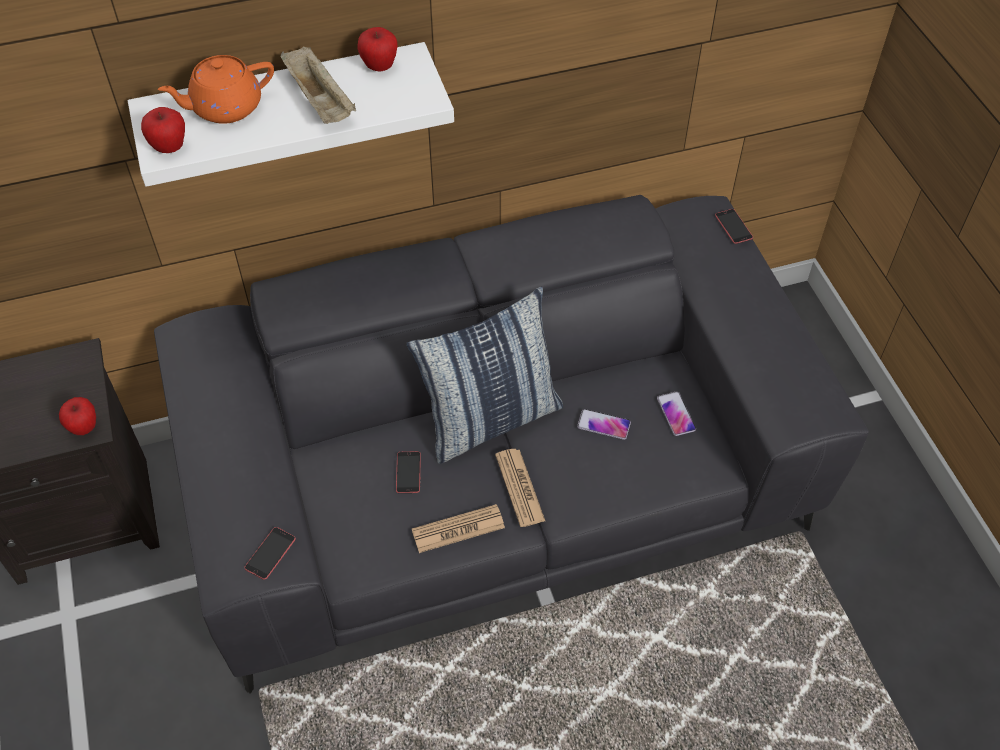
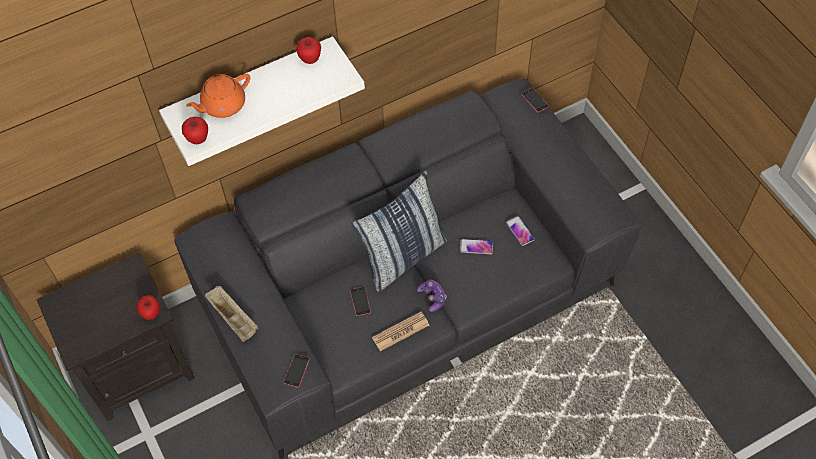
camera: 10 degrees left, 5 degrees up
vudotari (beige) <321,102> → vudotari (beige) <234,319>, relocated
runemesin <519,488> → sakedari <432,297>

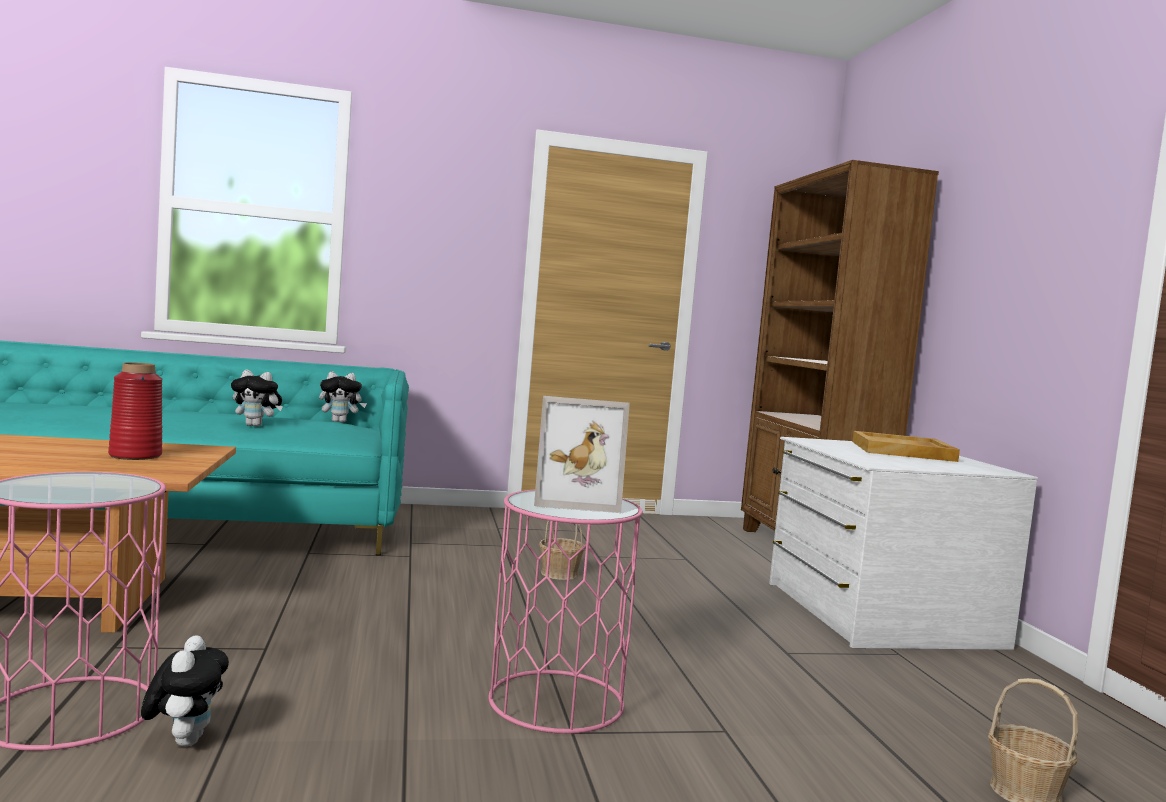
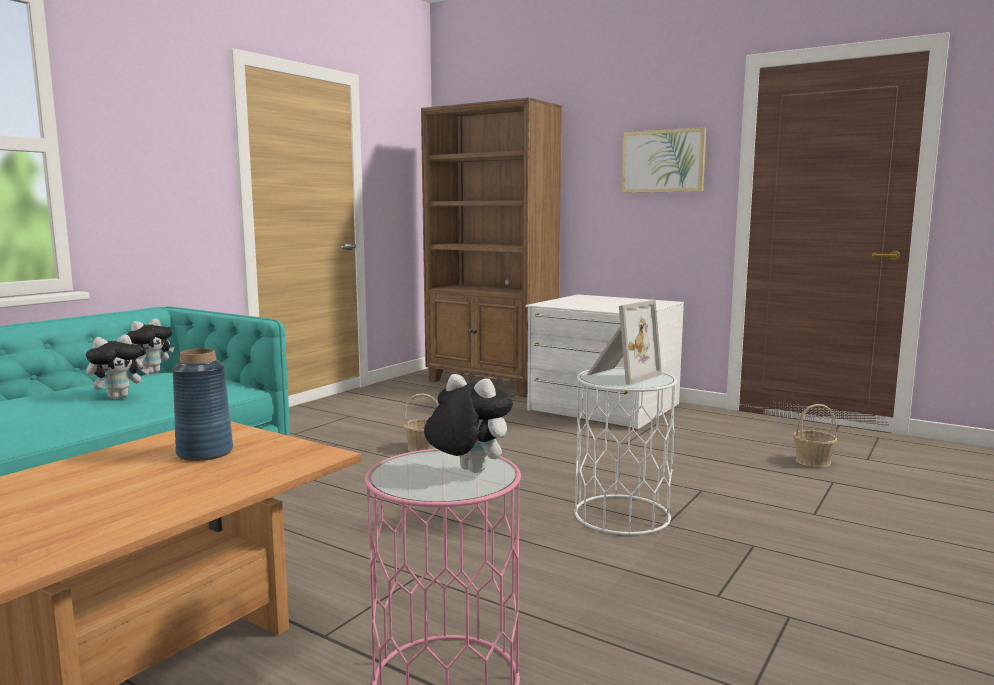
camera: 45 degrees left, 5 degrees up
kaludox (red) <135,456> → kaludox (blue) <204,452>
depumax <184,740> → depumax <467,471>, relocated
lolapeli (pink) <556,701> → lolapeli (white) <621,514>
- → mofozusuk <663,161>
vudotari (beige) <903,451> → -

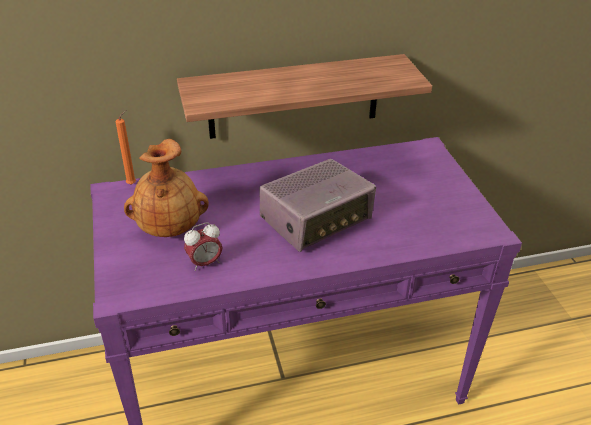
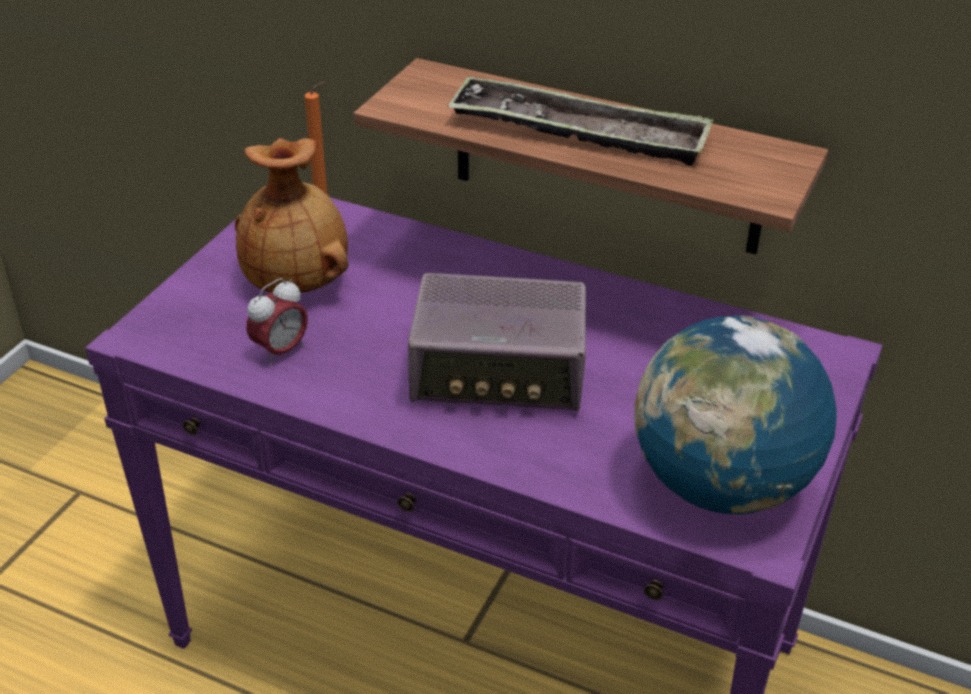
camera: 40 degrees right, 0 degrees up
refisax <205,263> → refisax <281,351>, 60 degrees counterclockwise
- → vudotari <578,133>
- → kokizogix <721,485>

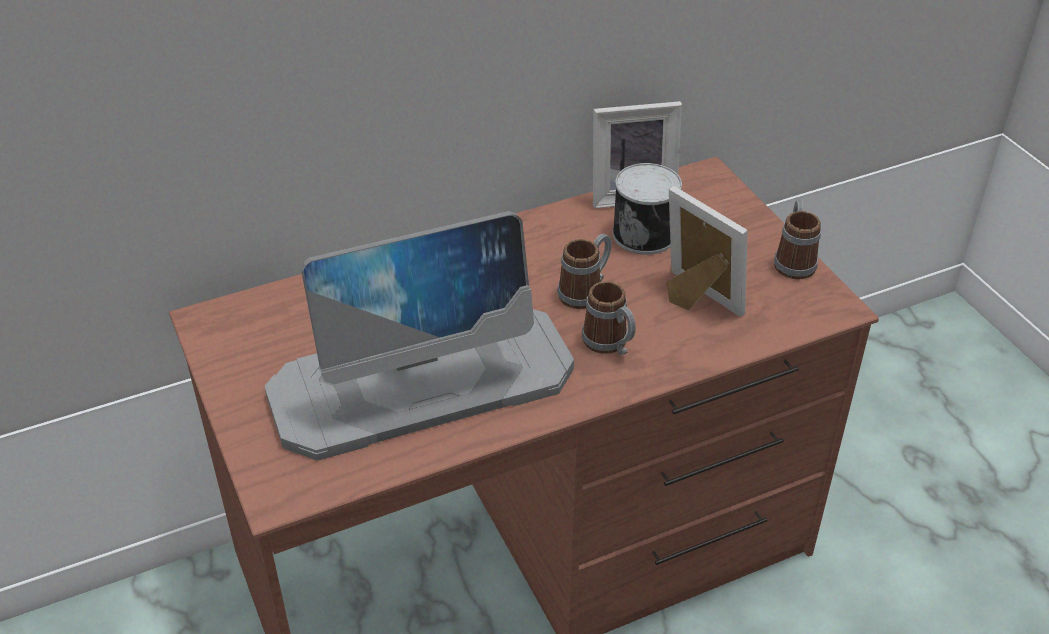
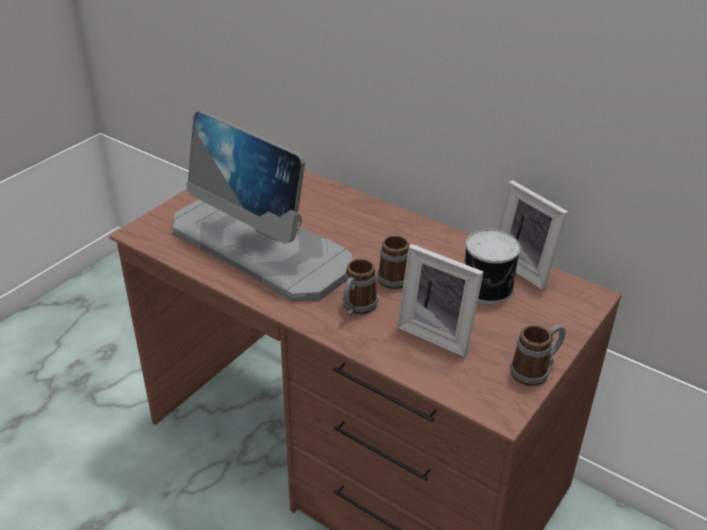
camera: 60 degrees right, 5 degrees down
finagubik <695,300> → finagubik <438,333>, 105 degrees clockwise

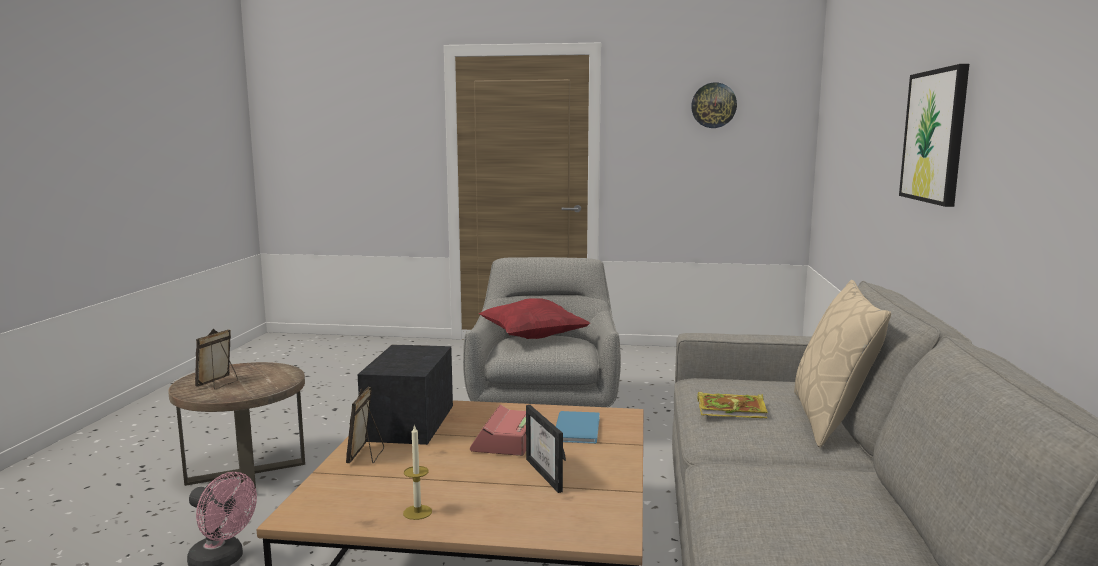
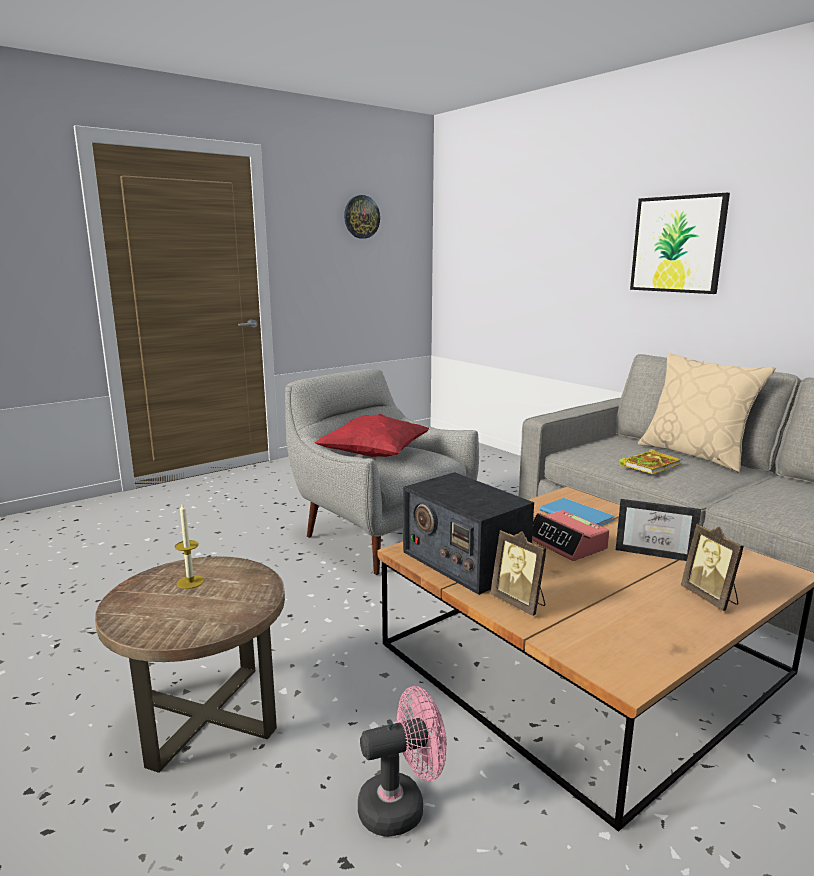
camera: 45 degrees left, 5 degrees up
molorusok <417,512> → molorusok <190,582>, relocated
finagubik <219,384> → finagubik <710,598>, relocated

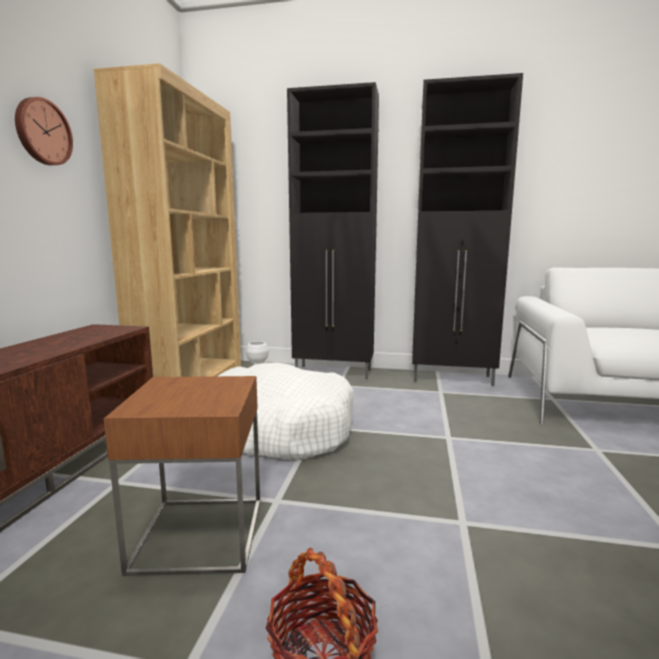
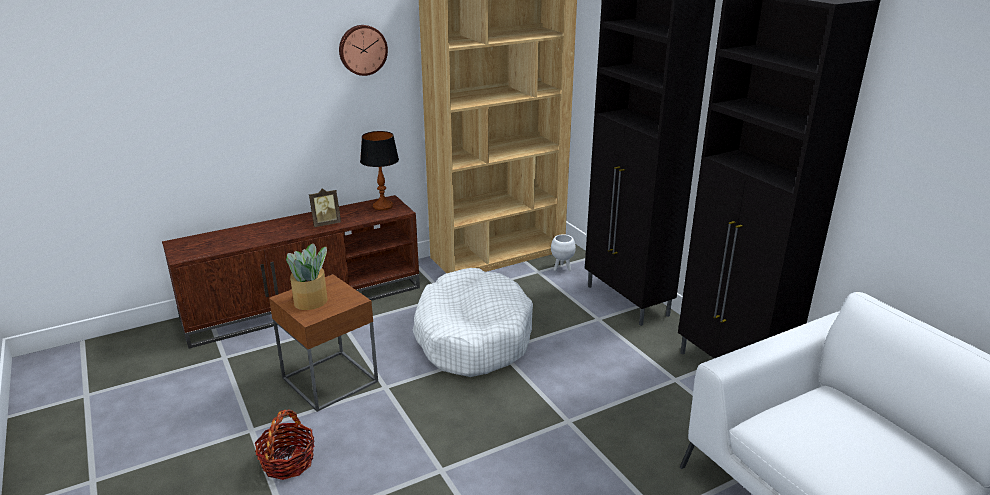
camera: 50 degrees right, 15 degrees up
- → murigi <311,301>
- → finagubik <326,224>
- → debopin <383,206>

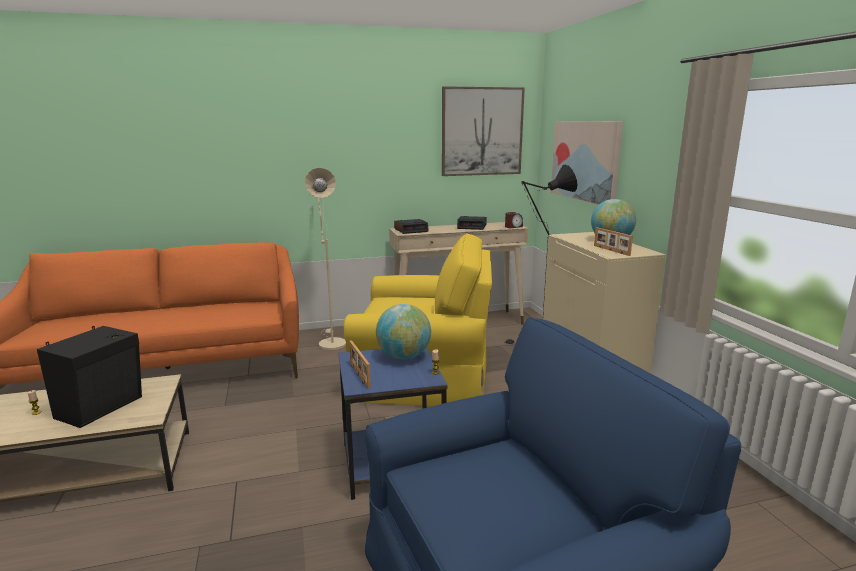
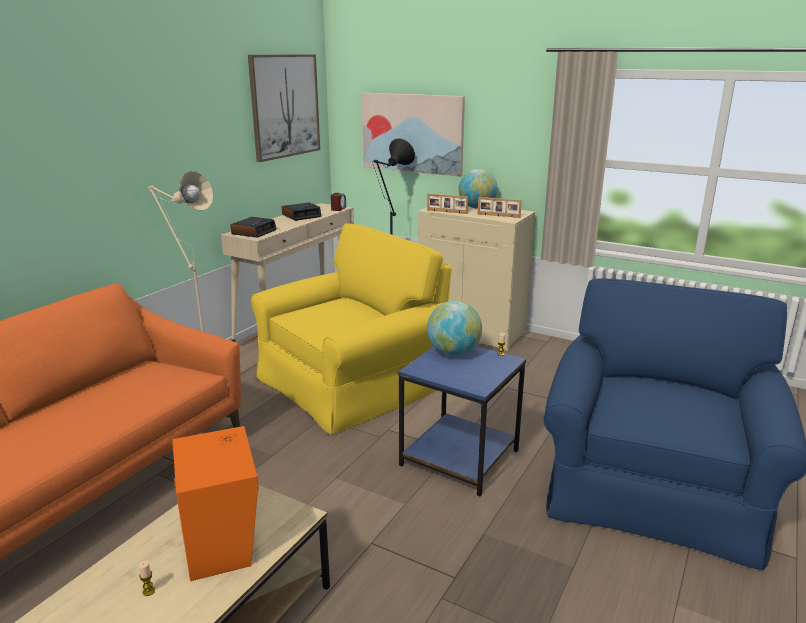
camera: 45 degrees left, 5 degrees up
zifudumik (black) <103,407> → zifudumik (orange) <222,539>
finagubik <359,375> → finagubik <447,212>, relocated

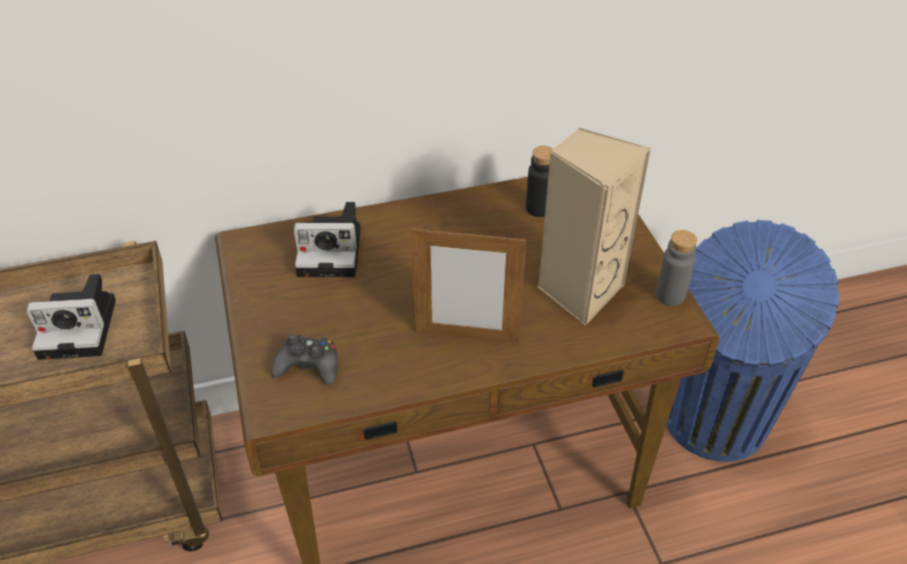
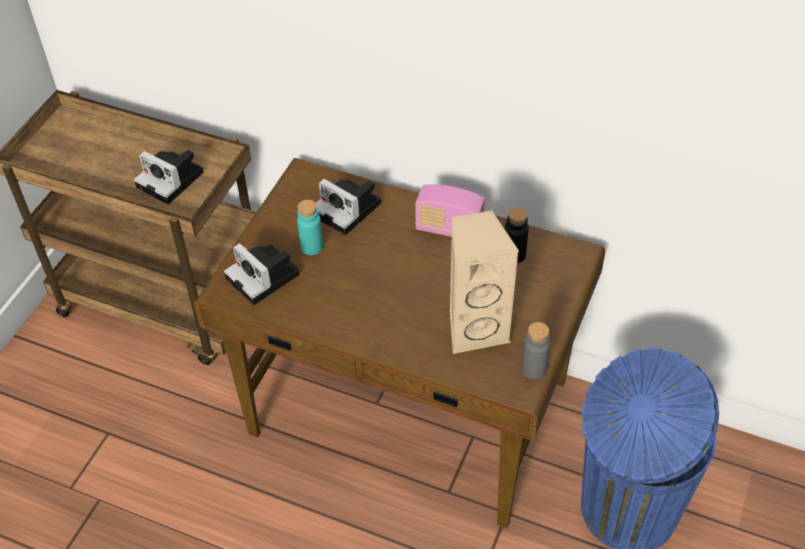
camera: 40 degrees right, 5 degrees up
sakedari (black) <308,366> → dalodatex <265,277>
- → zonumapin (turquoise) <312,246>
- → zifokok <449,229>
finagubik <466,337> → -

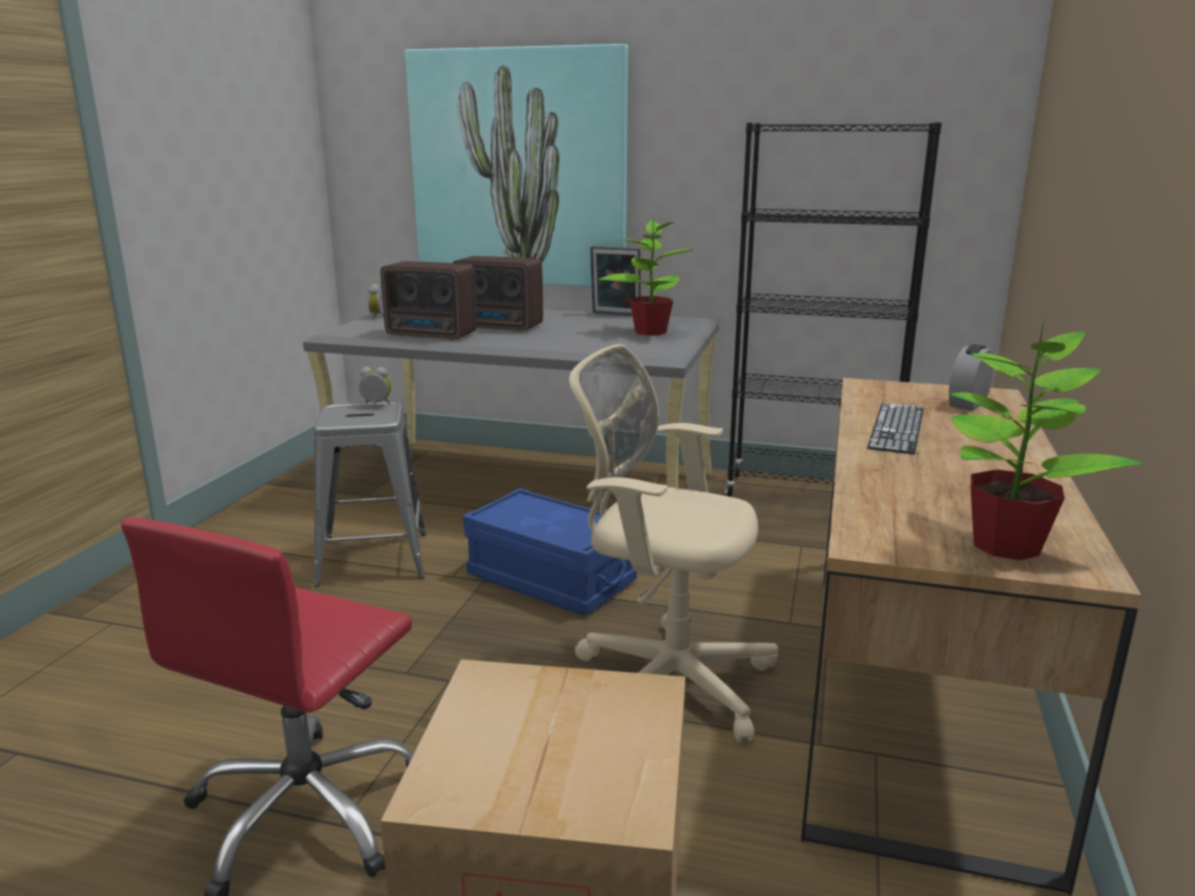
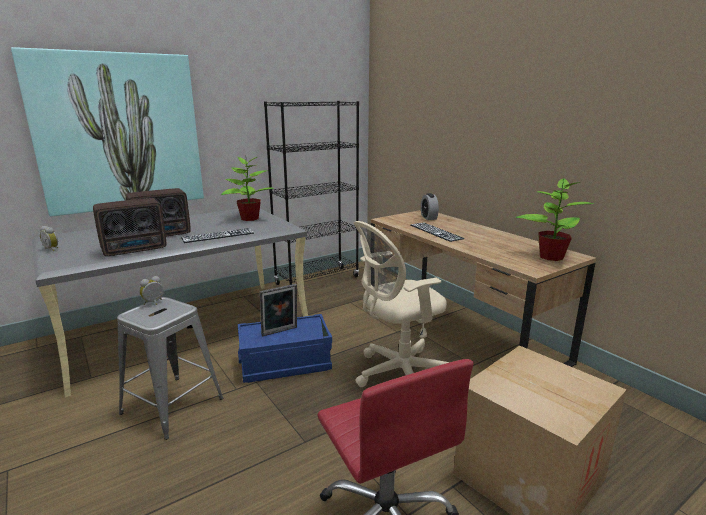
camera: 50 degrees left, 0 degrees up
- → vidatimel <218,235>
finagubik <615,314> → finagubik <280,332>, relocated

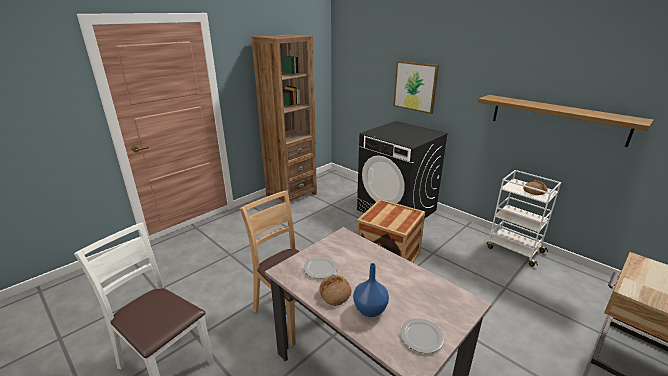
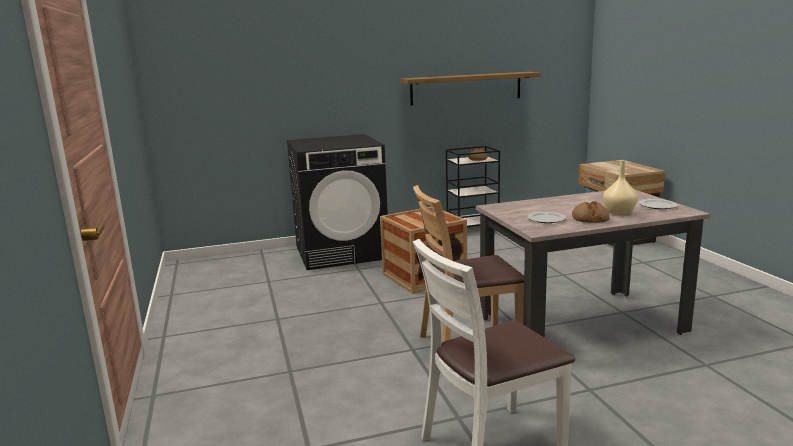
camera: 60 degrees left, 10 degrees down
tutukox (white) <513,249> → tutukox (black) <473,229>
kaludox (blue) <369,310> → kaludox (beige) <619,213>
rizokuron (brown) <291,195> → -
mofozusuk <415,86> → -

